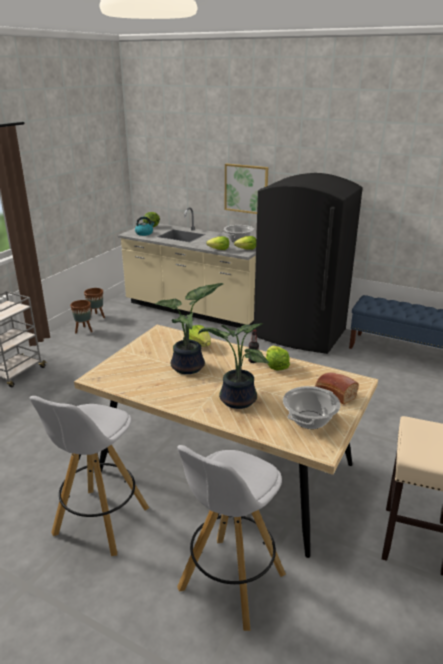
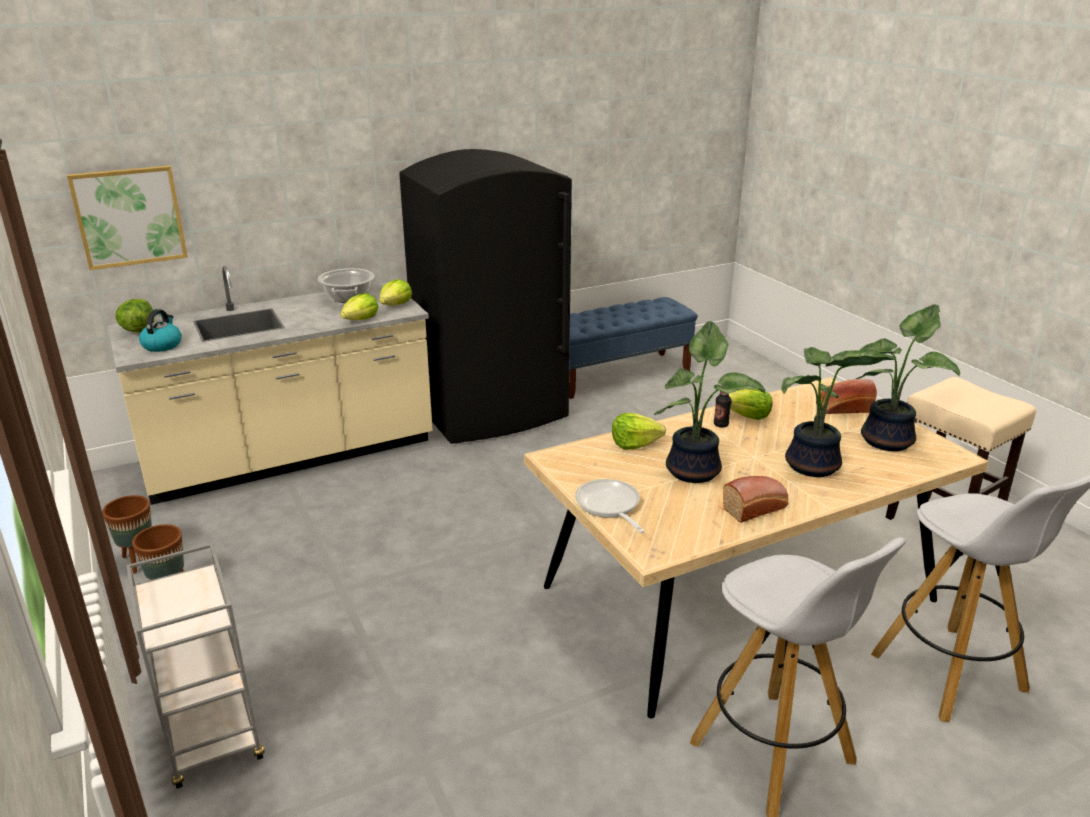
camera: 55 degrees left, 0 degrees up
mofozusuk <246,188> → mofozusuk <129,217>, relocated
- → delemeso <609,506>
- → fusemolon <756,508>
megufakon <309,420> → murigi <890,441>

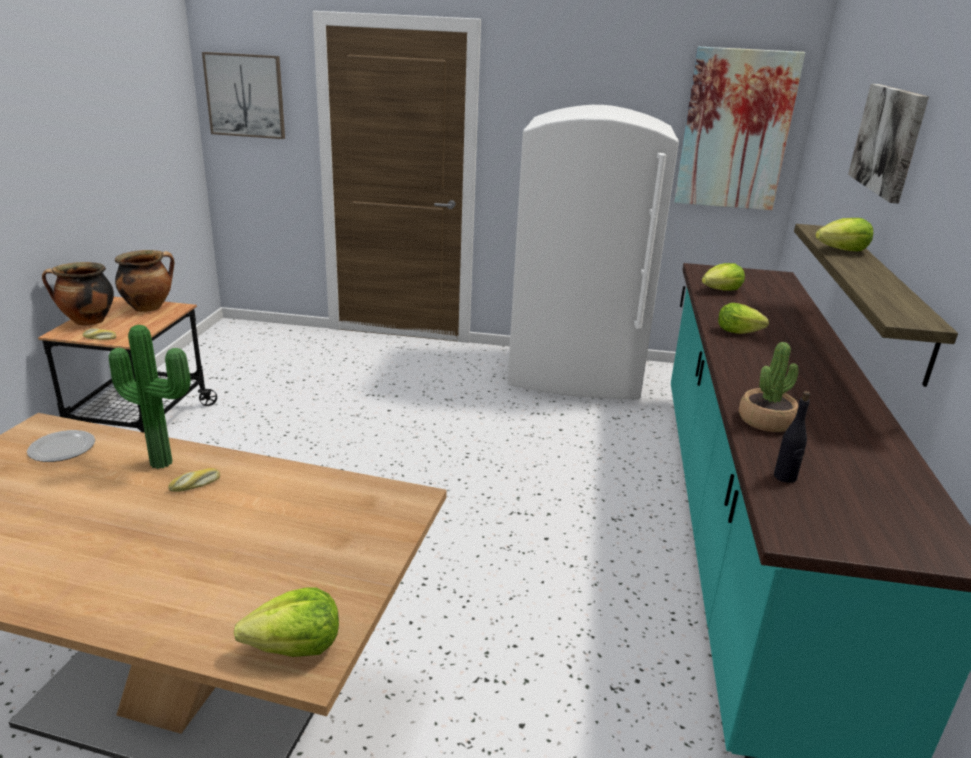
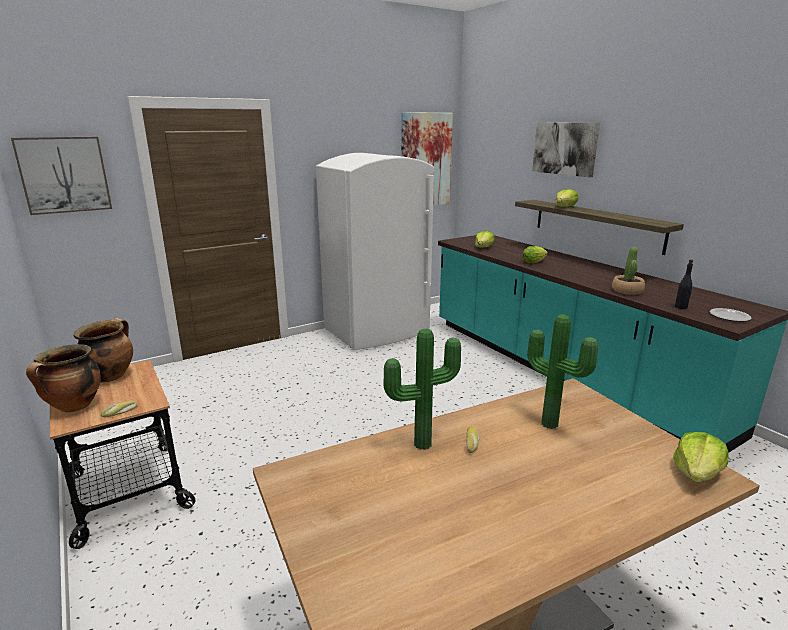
camera: 40 degrees left, 5 degrees down
- → murigi <551,423>
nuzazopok <63,449> → nuzazopok <730,316>, relocated

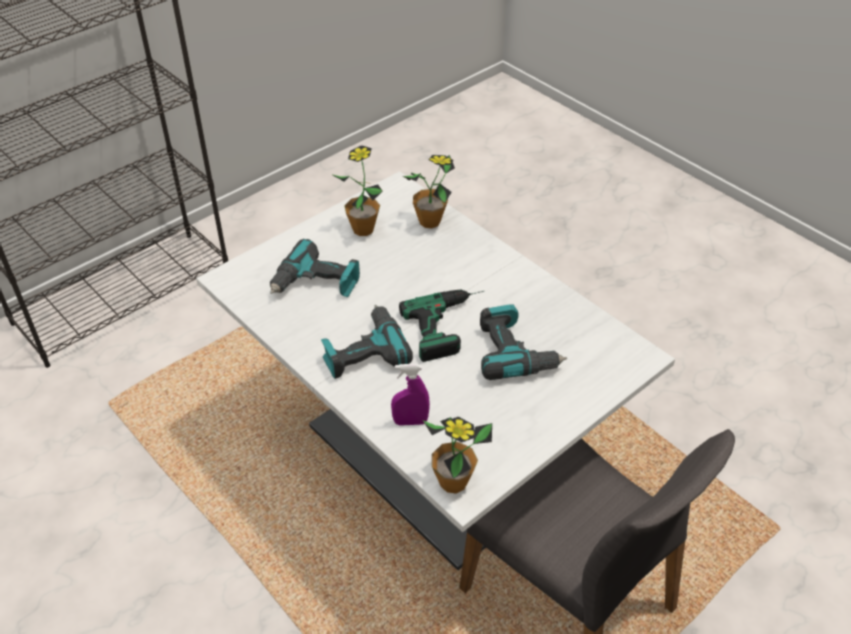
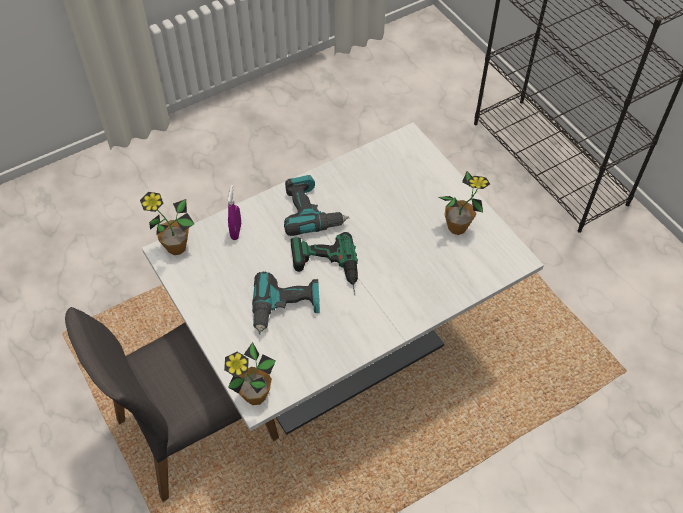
camera: 100 degrees right, 10 degrees up
murigi <430,222> → murigi <255,396>, relocated
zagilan <316,284> → -

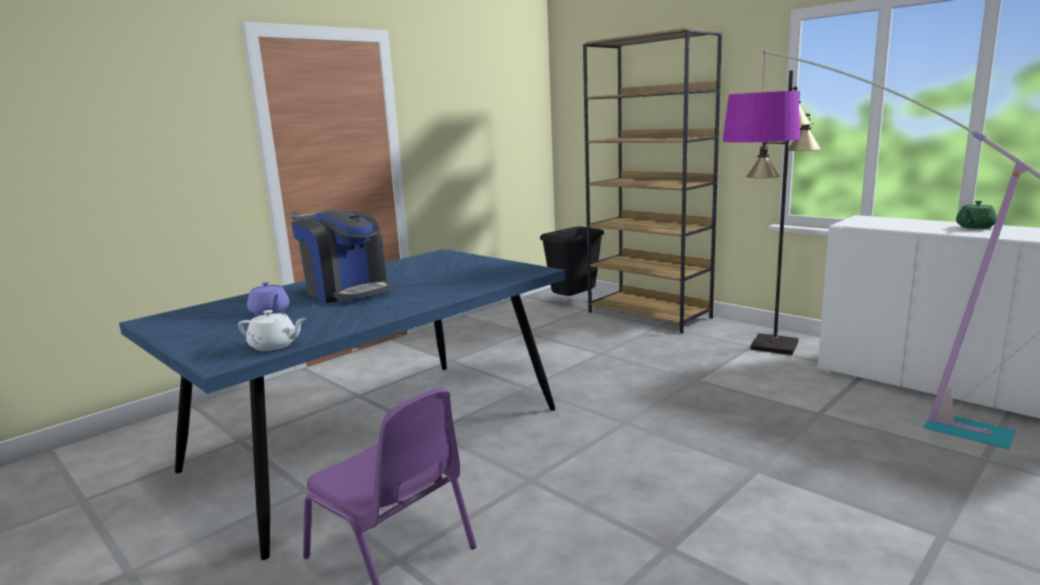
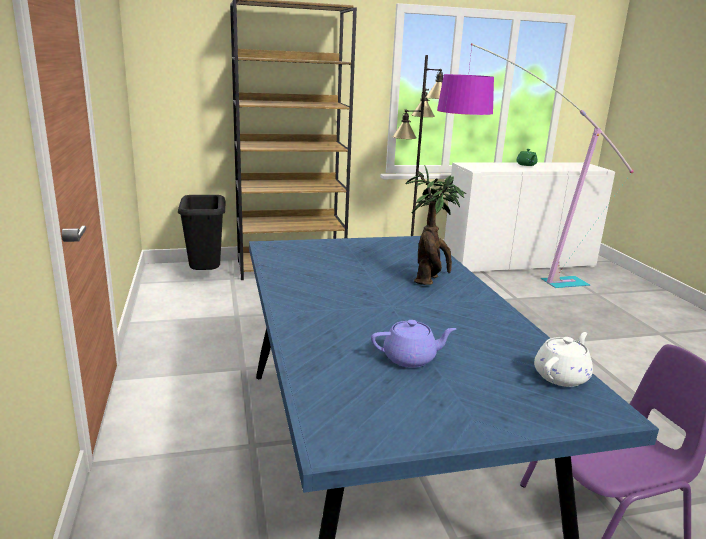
camera: 60 degrees left, 5 degrees up
- → murigi <429,279>
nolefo <347,291> → -

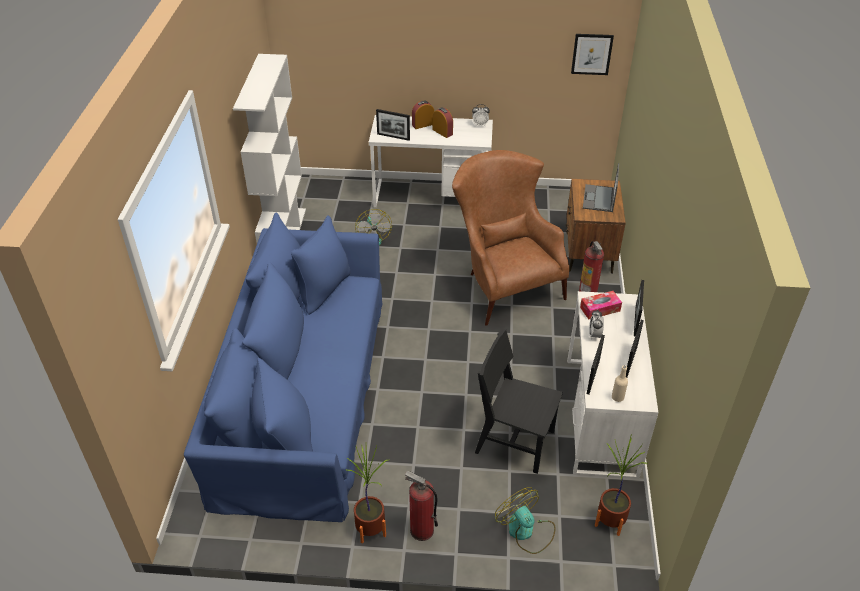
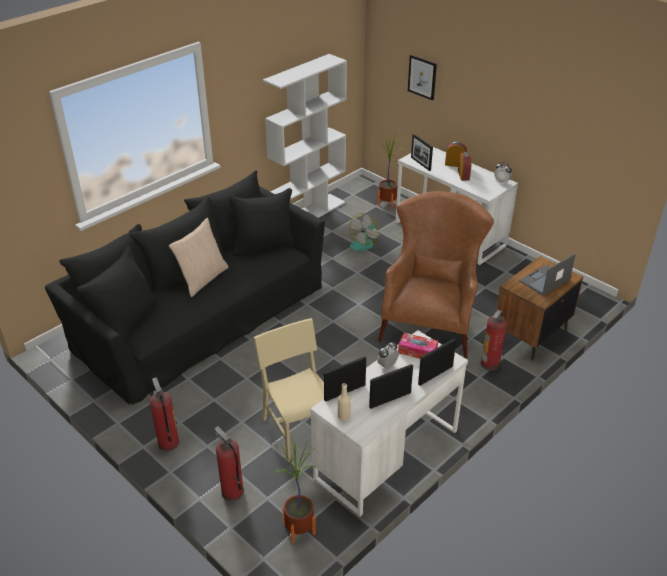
camera: 40 degrees right, 5 degrees down
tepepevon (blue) <304,395> → tepepevon (black) <201,316>
- → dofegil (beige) <202,279>
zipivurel <526,531> → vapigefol <232,491>
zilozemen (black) <514,441> → zilozemen (beige) <299,429>
murigi <370,529> → murigi <387,203>, relocated
mofozusuk <591,54> → mofozusuk <422,77>, relocated

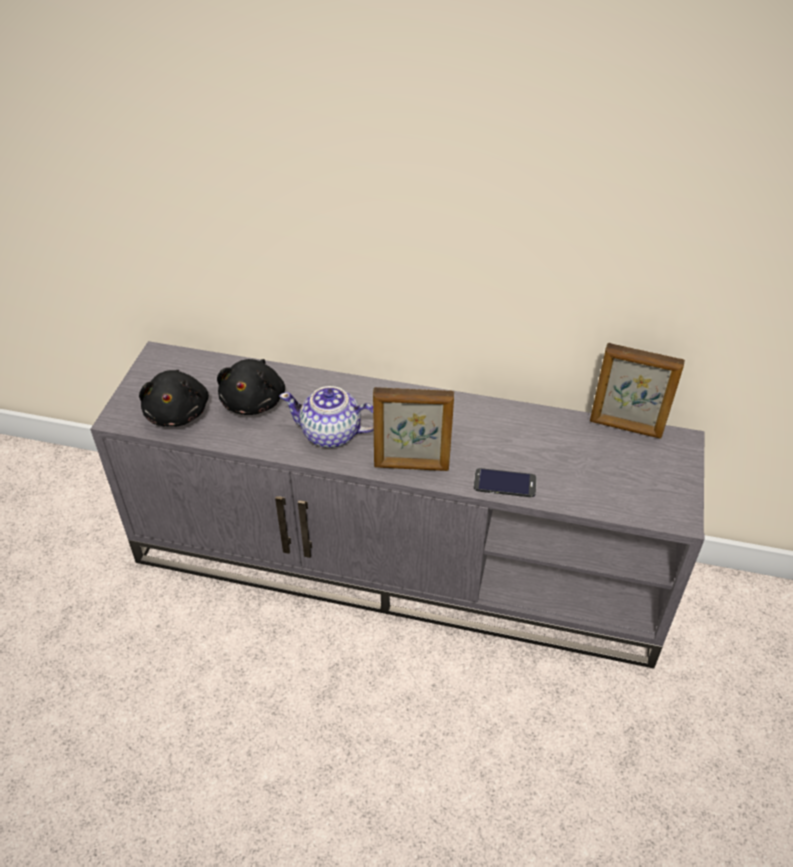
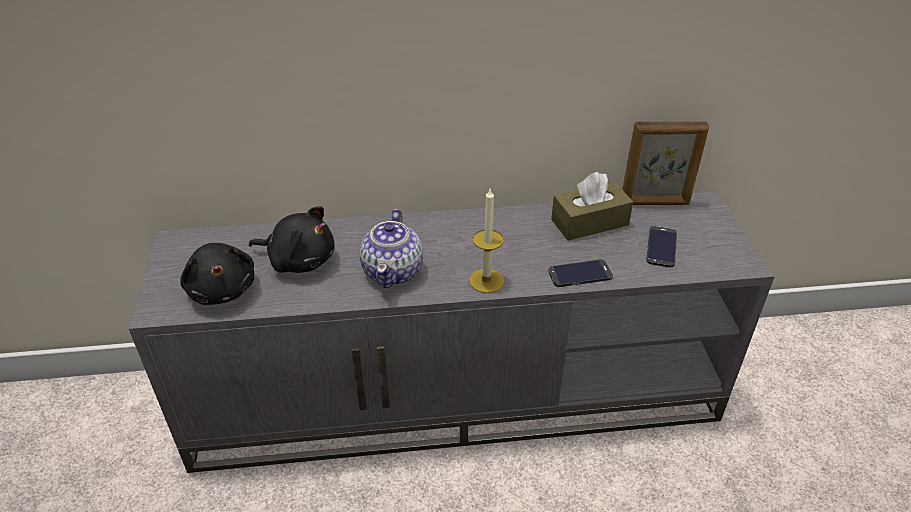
camera: 20 degrees left, 5 degrees down
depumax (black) <254,401> → depumax (black) <299,260>, 60 degrees counterclockwise
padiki <332,434> → padiki <393,271>, 75 degrees counterclockwise
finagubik <411,466> → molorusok <486,281>
- → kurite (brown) <589,222>
- → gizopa <661,247>

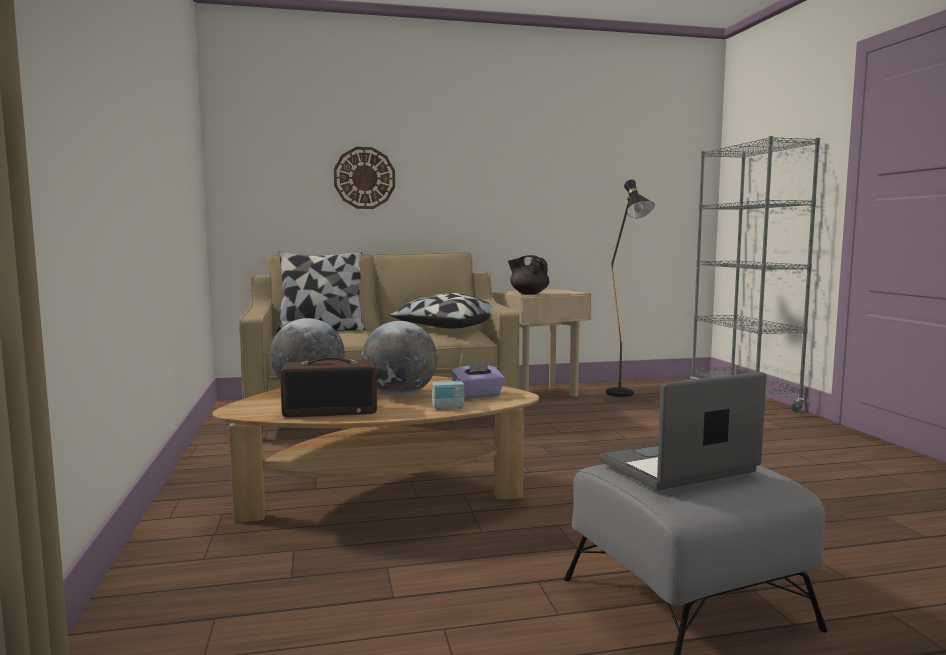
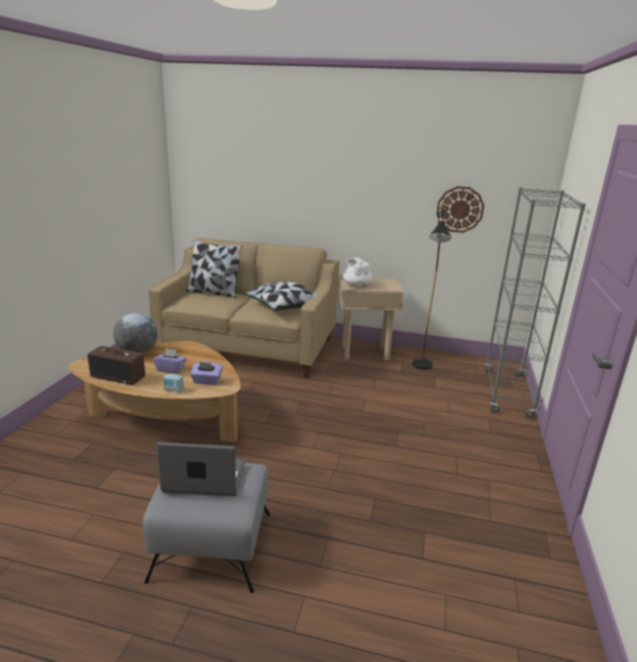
camera: 25 degrees right, 15 degrees up
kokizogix <400,395> → kurite (purple) <170,369>
padiki (black) <528,293> → padiki (white) <356,285>
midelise <364,178> → midelise <460,209>, relocated

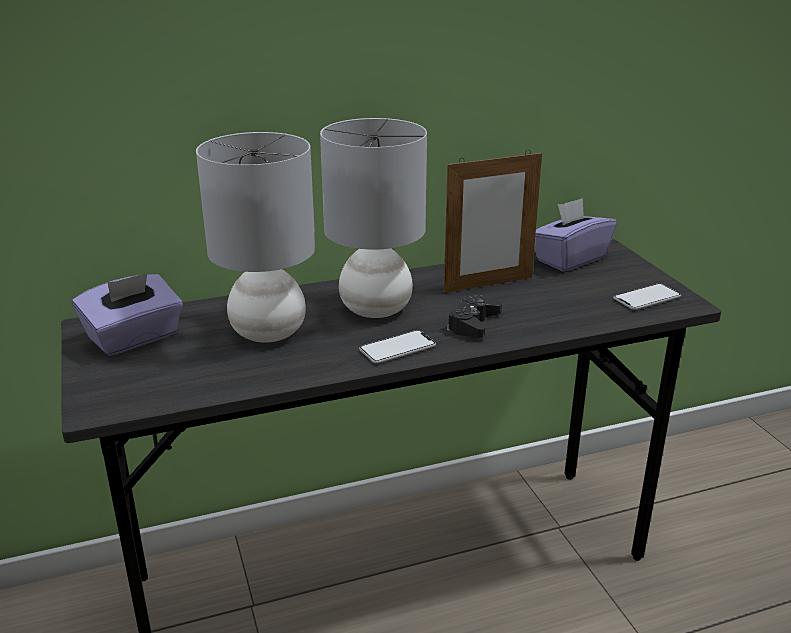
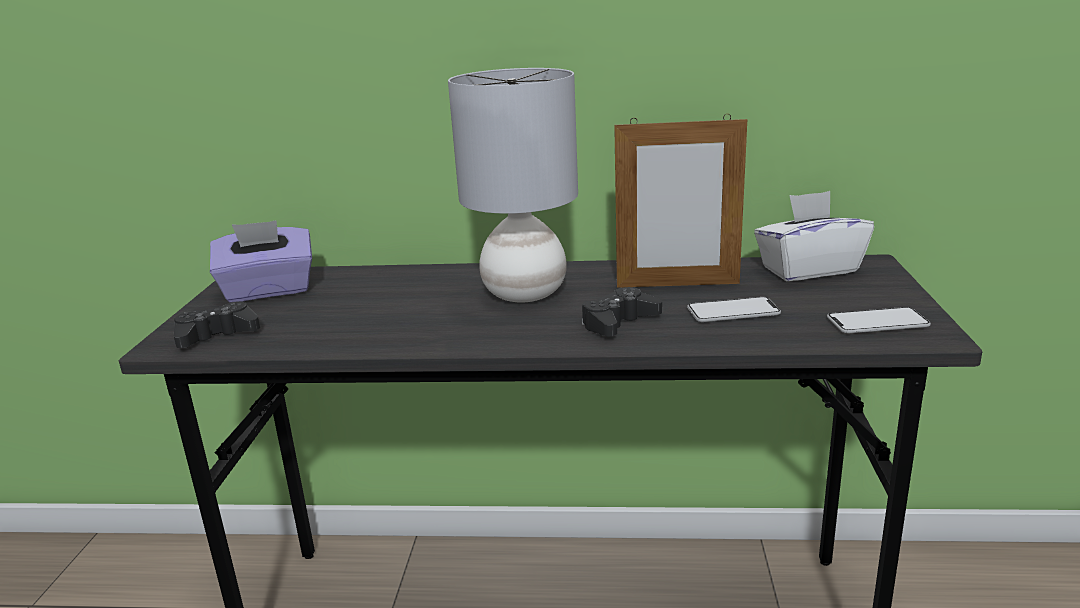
camera: 25 degrees right, 5 degrees down
- → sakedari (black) <217,335>
gizopa <397,348> → gizopa <733,312>, relocated
kurite (purple) <570,259> → kurite (white) <808,269>
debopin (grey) <267,332> → -

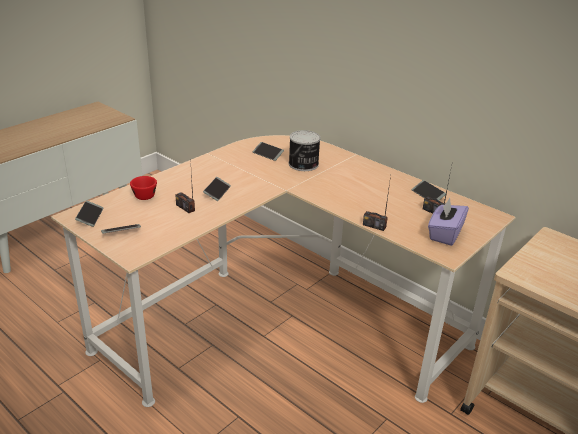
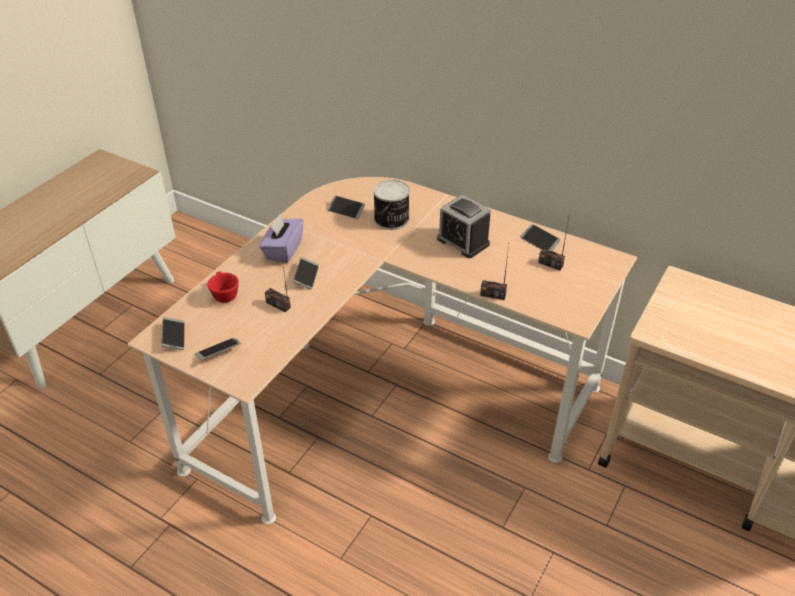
camera: 10 degrees left, 10 degrees up
kurite (purple) <444,234> → kurite (purple) <283,250>, relocated
- → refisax <463,242>

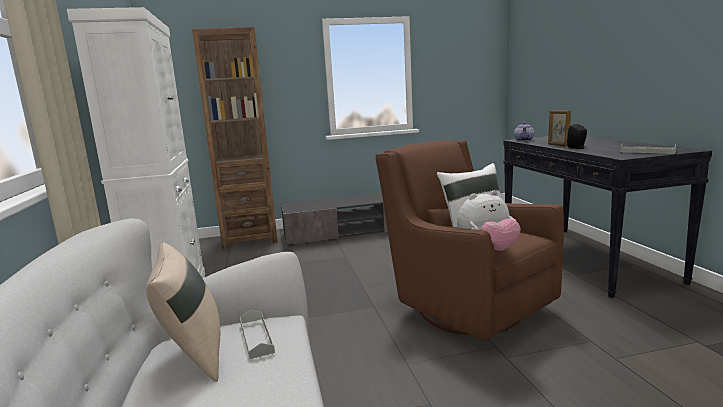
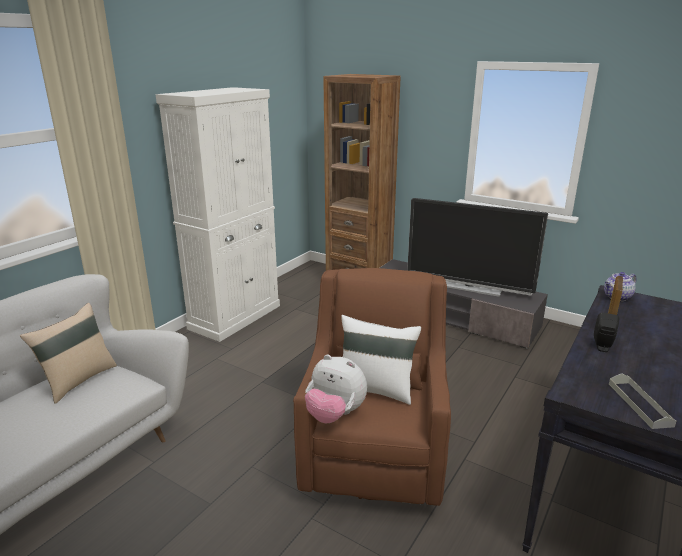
camera: 45 degrees right, 10 degrees up
- → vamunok <468,287>
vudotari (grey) <256,337> → -

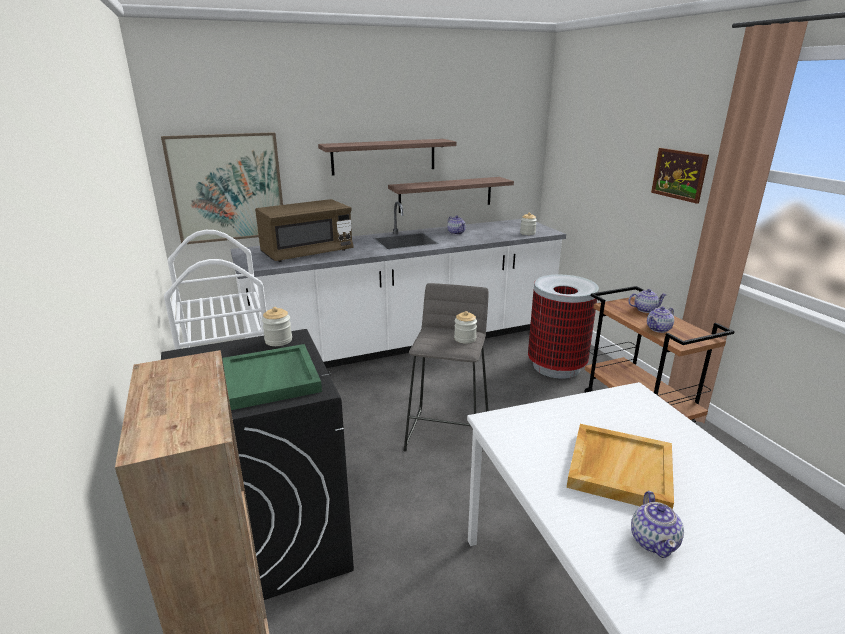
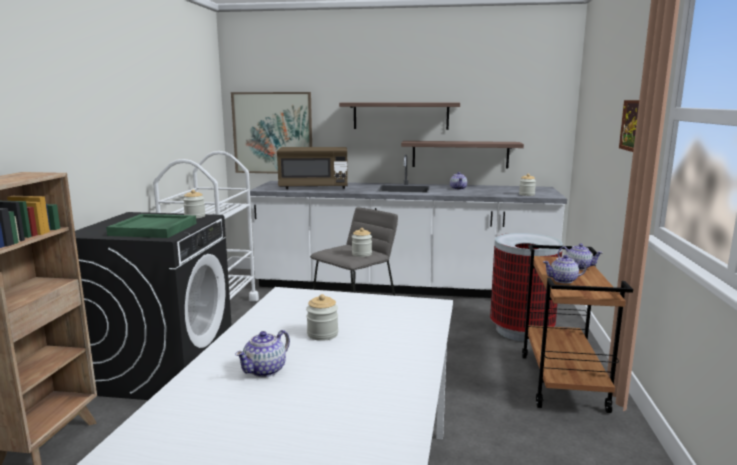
camera: 30 degrees right, 10 degrees down
vudotari (beige) <619,468> → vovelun <322,334>

